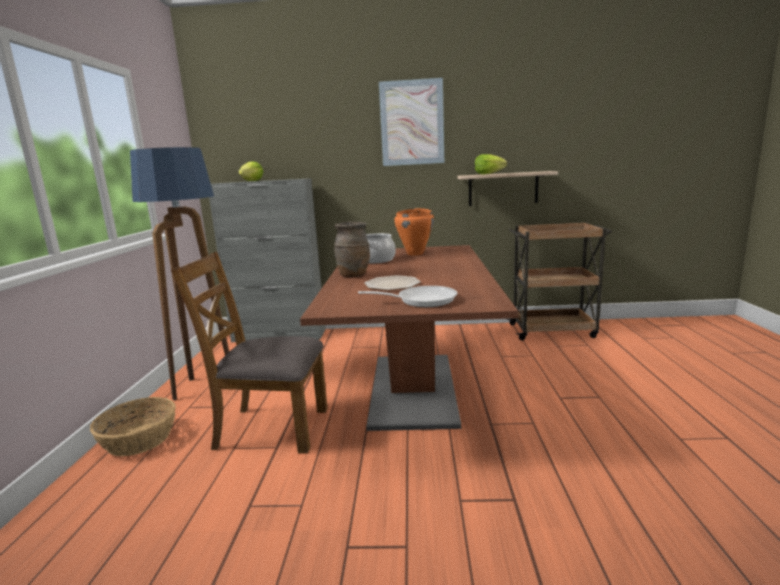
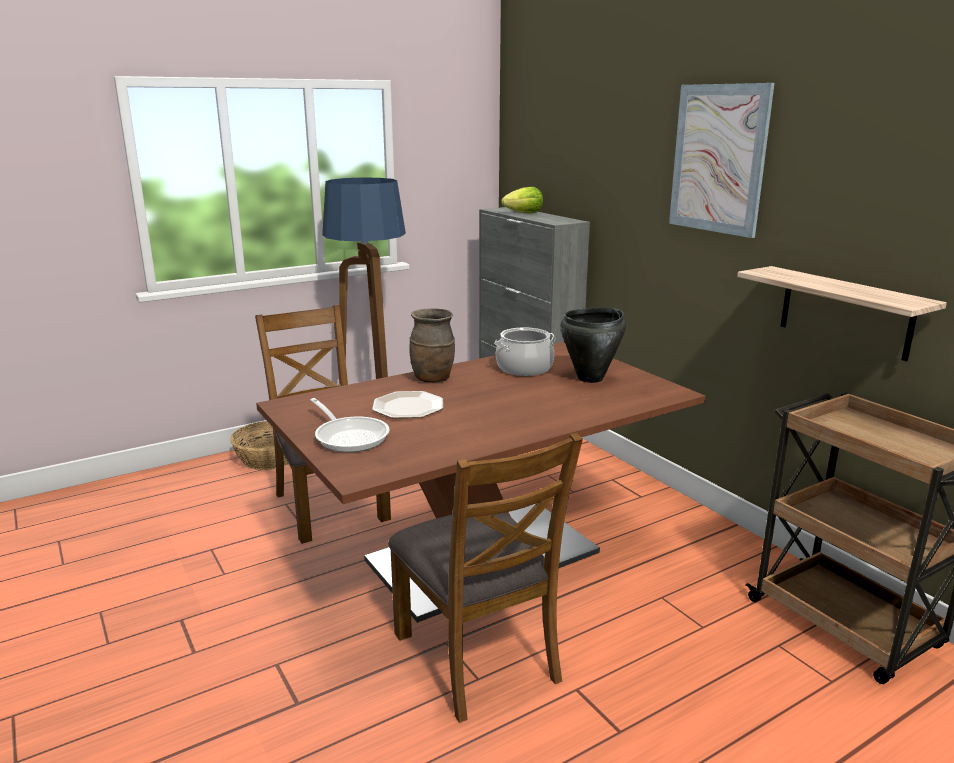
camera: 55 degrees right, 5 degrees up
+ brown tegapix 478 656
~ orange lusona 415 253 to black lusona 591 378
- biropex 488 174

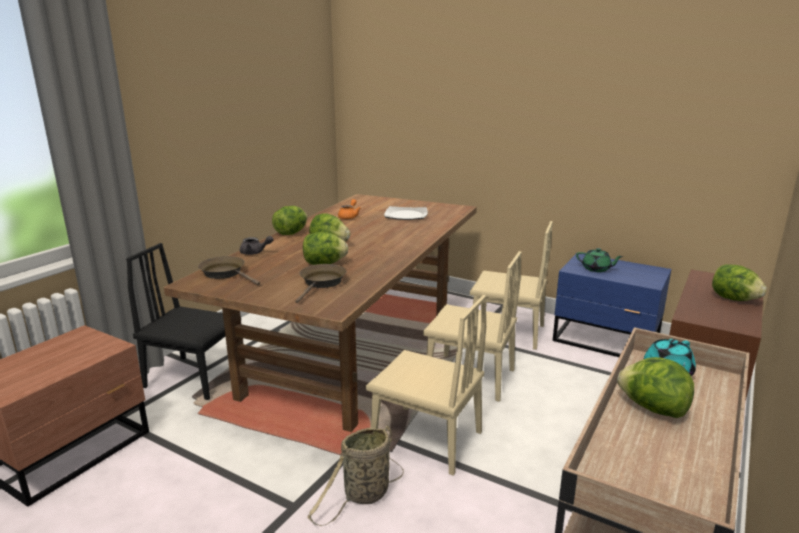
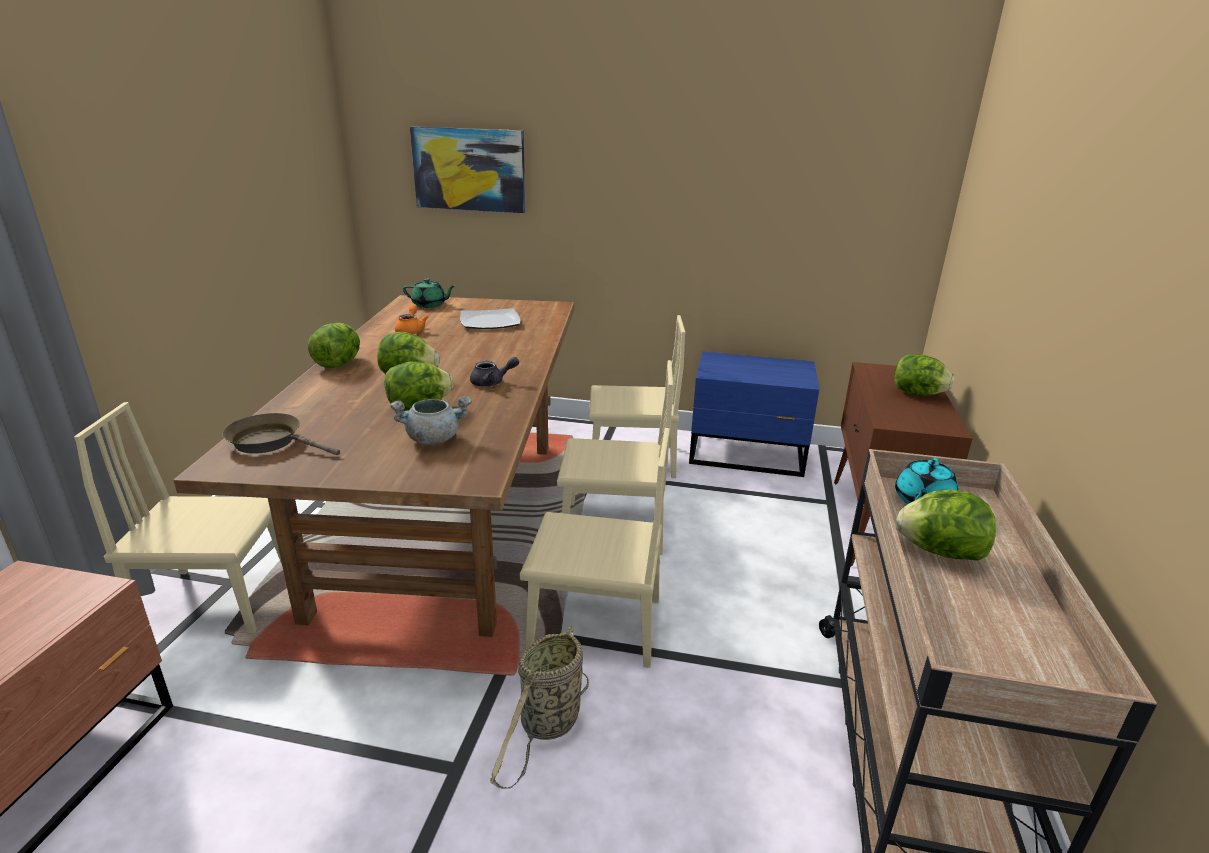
camera: 20 degrees left, 5 degrees up
~ black tegapix 195 377 to beige tegapix 216 601
~ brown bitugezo 321 283 to grey lusona 434 439
~ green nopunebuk 596 269 to 430 305
+ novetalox 469 169
~ grey nopunebuk 255 253 to 492 382

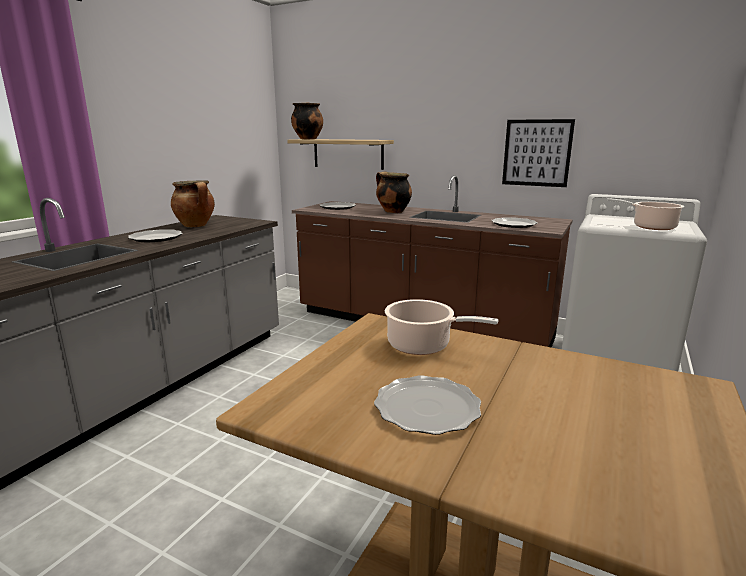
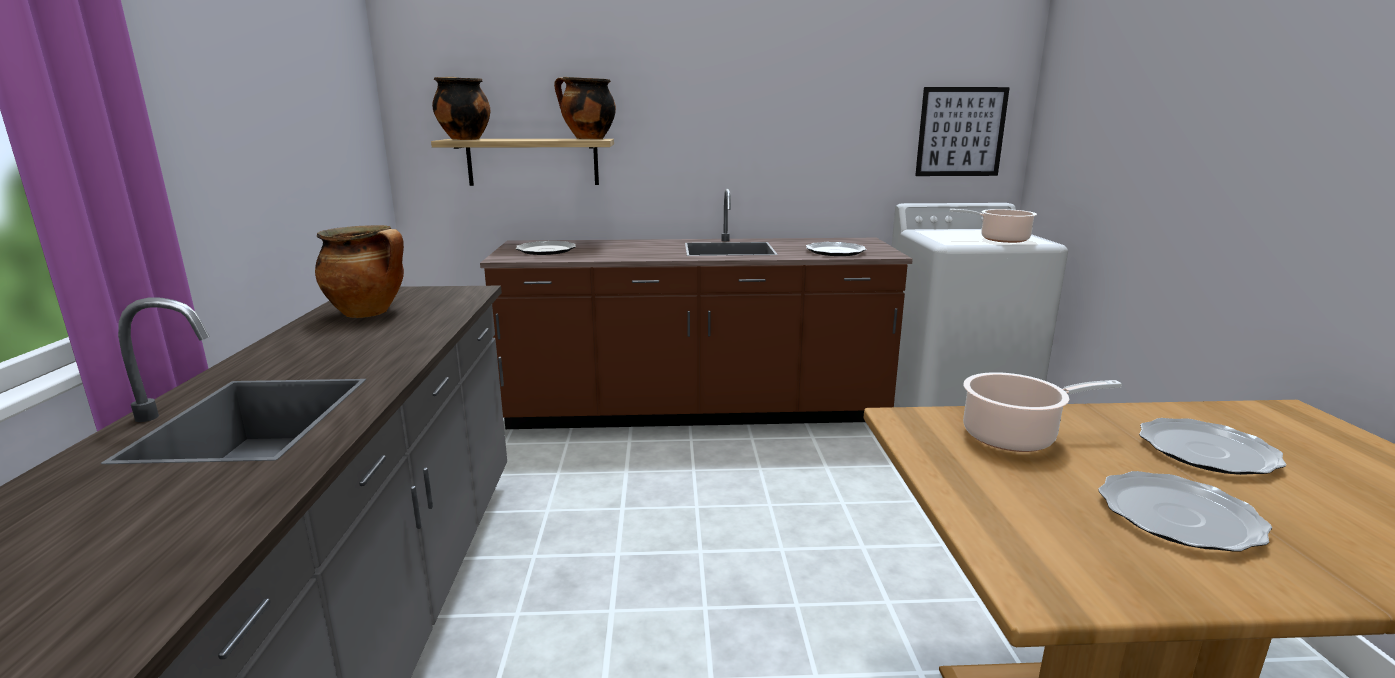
camera: 30 degrees left, 0 degrees up
~ lusona 392 211 to 587 139
~ novetalox 537 153 to 961 132
~ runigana 156 238 to 1207 451

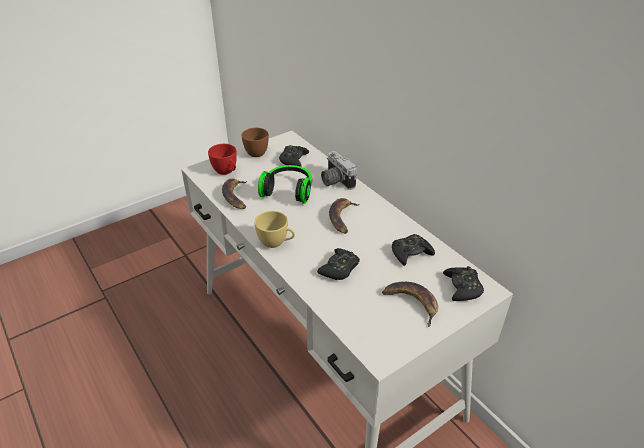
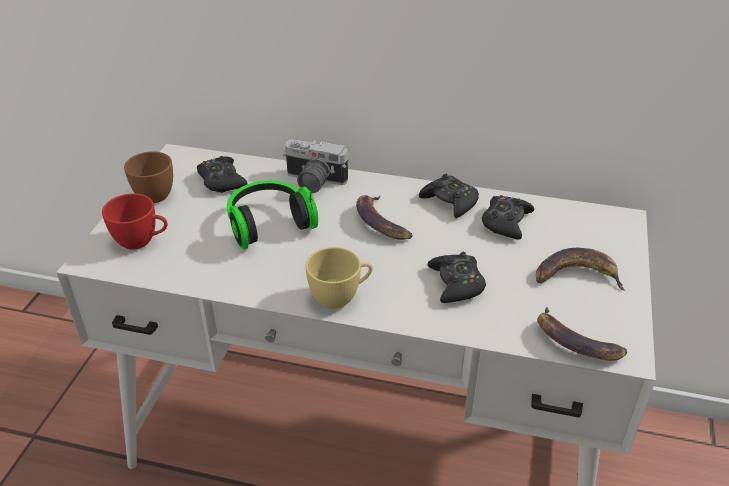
camera: 40 degrees left, 0 degrees up
~ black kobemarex 462 287 to 450 202
~ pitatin 235 196 to 574 342

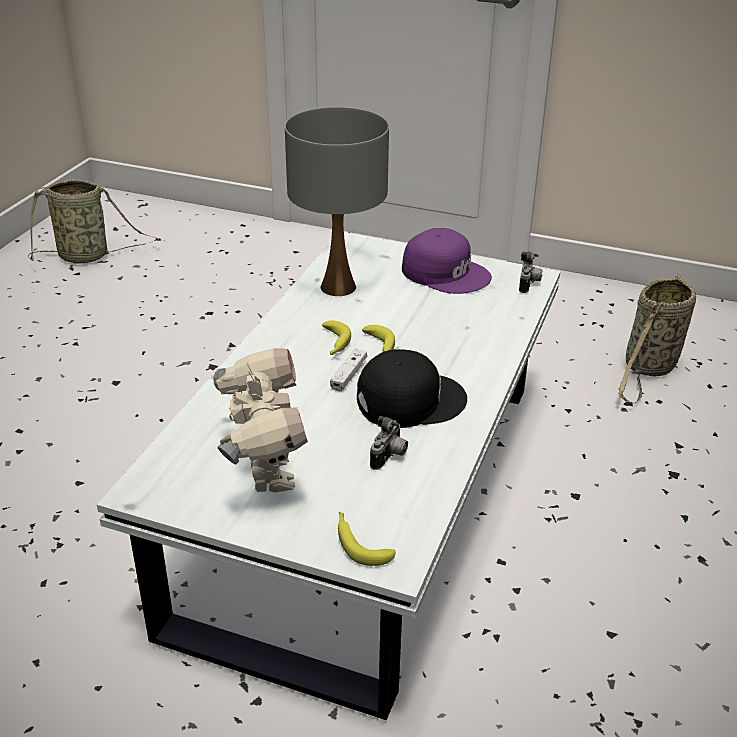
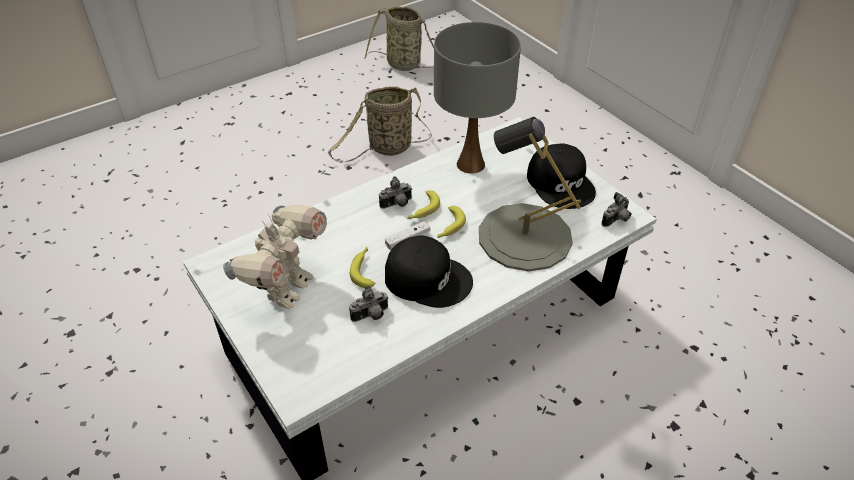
camera: 35 degrees right, 10 degrees up
~ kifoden 649 368 to 387 148
~ pitatin 359 543 to 364 270
+ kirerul 397 205
+ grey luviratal 524 237
~ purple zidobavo 446 272 to black zidobavo 561 183

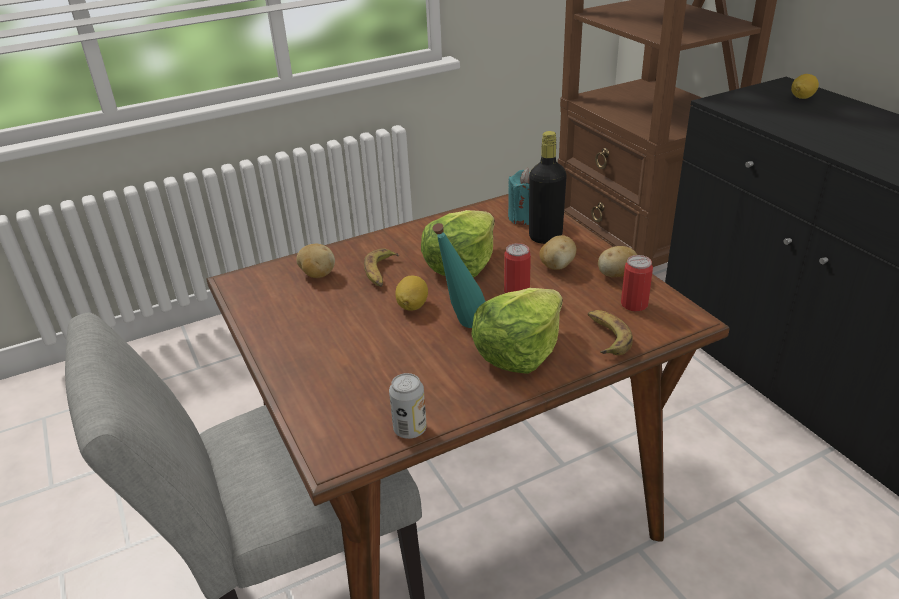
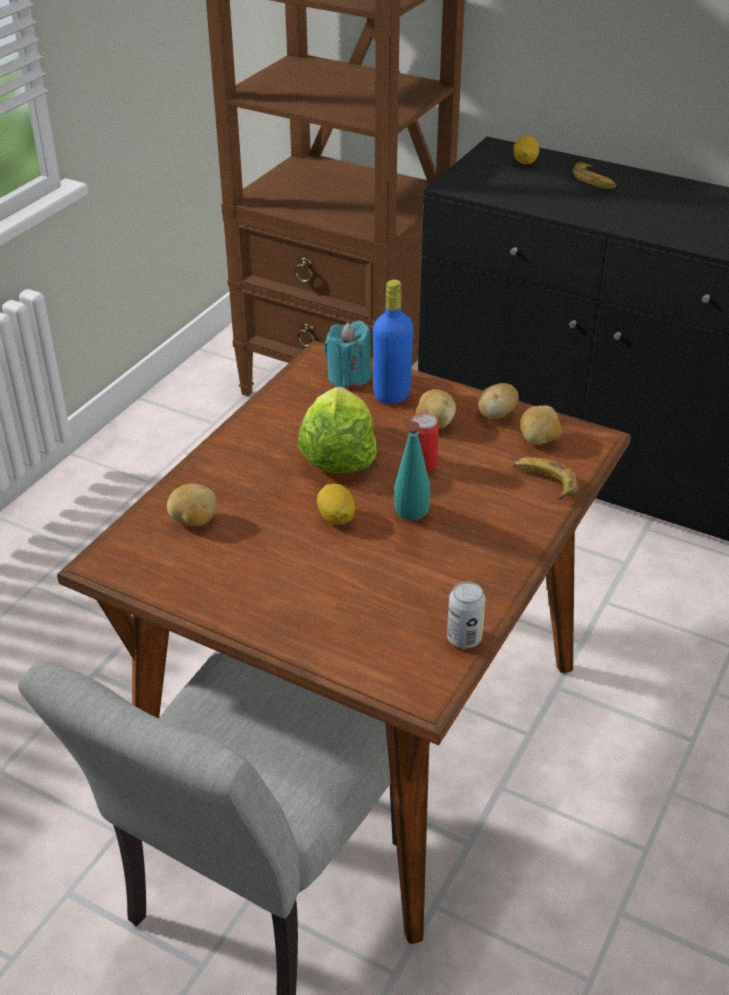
camera: 35 degrees left, 5 degrees up
~ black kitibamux 545 237 to blue kitibamux 391 395
~ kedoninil 634 304 to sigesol 539 440
~ pitatin 381 273 to 594 181
- biropex 518 351

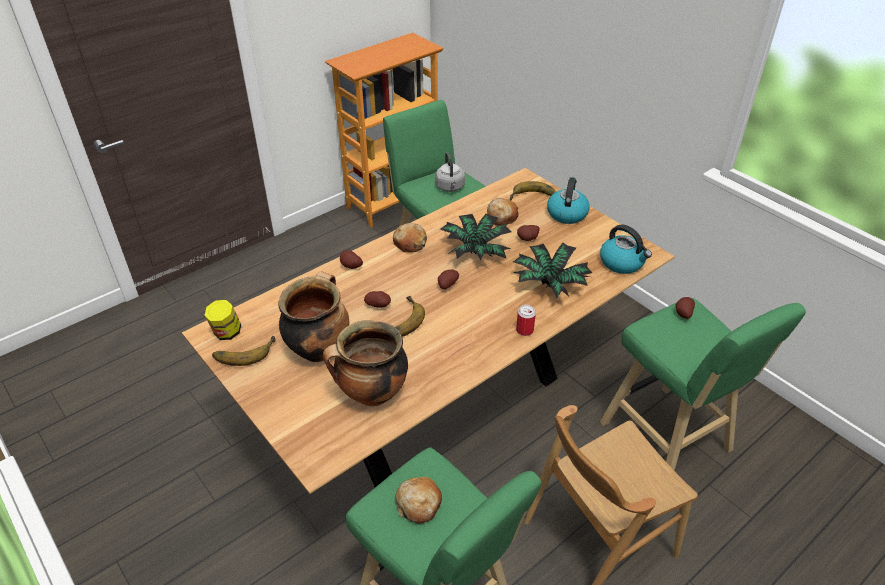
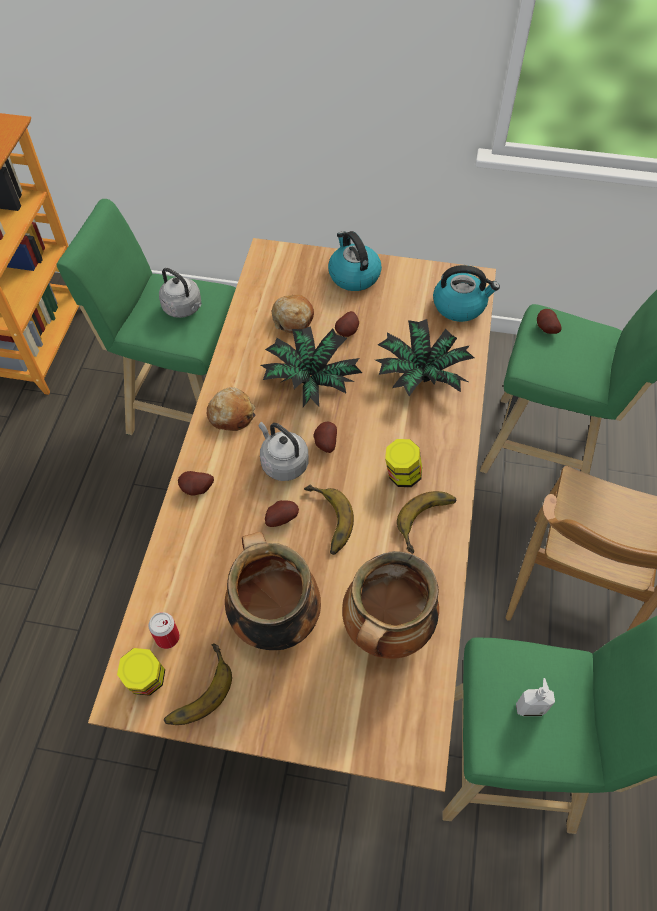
camera: 40 degrees left, 15 degrees up
~ kedoninil 524 330 to 167 637
+ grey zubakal 282 463
+ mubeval 402 475
~ pitatin 533 197 to 429 523
~ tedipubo 419 504 to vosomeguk 530 708

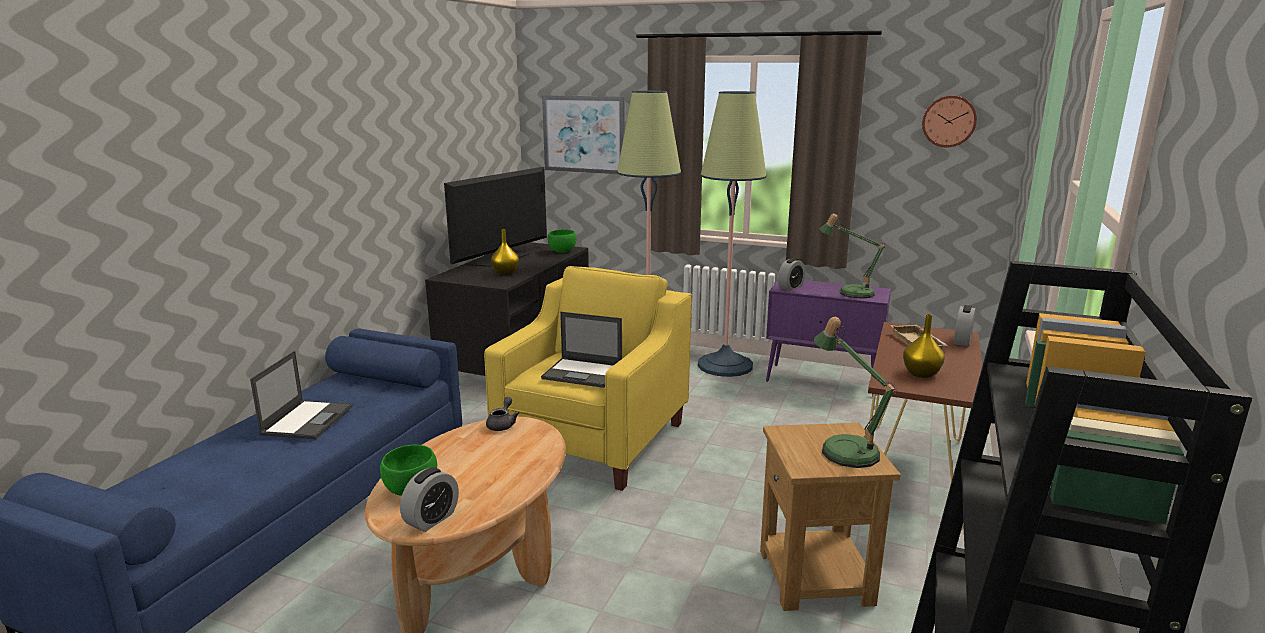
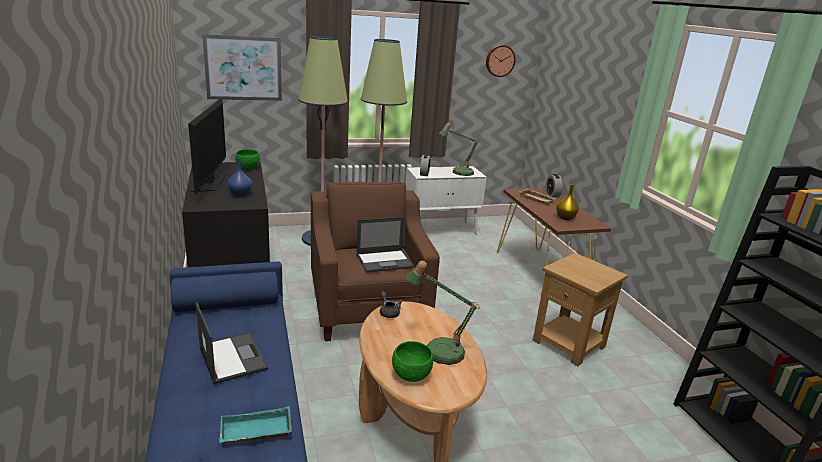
camera: 40 degrees left, 5 degrees up
+ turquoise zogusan 255 432
~ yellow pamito 506 273 to blue pamito 240 194
~ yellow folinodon 595 441 to brown folinodon 367 307
~ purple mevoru 823 380 to white mevoru 441 230
~ luviratal 845 448 to 438 349
- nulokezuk 432 519

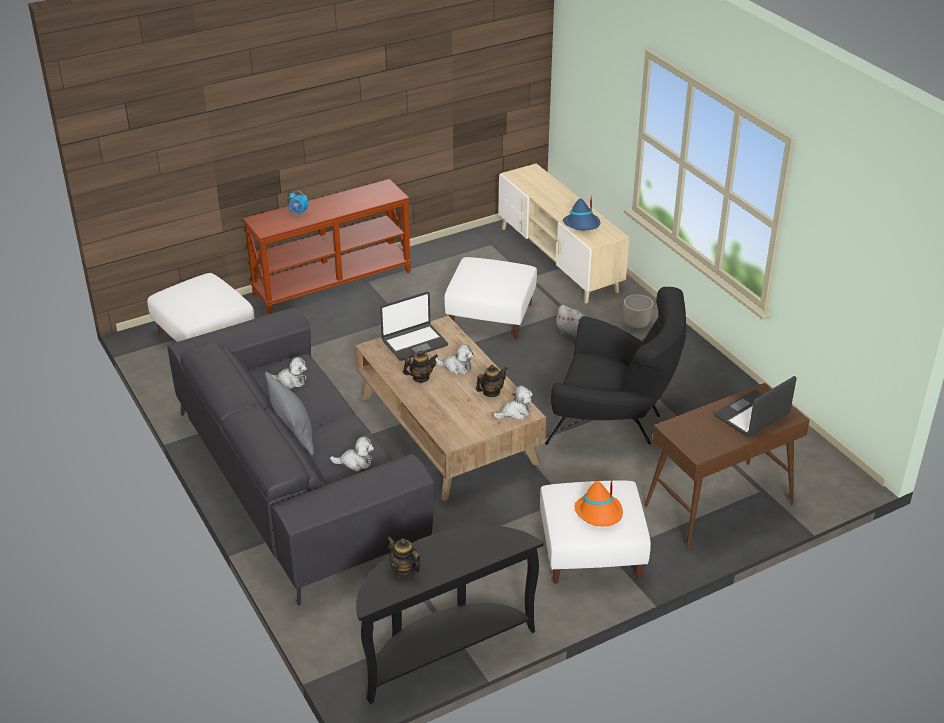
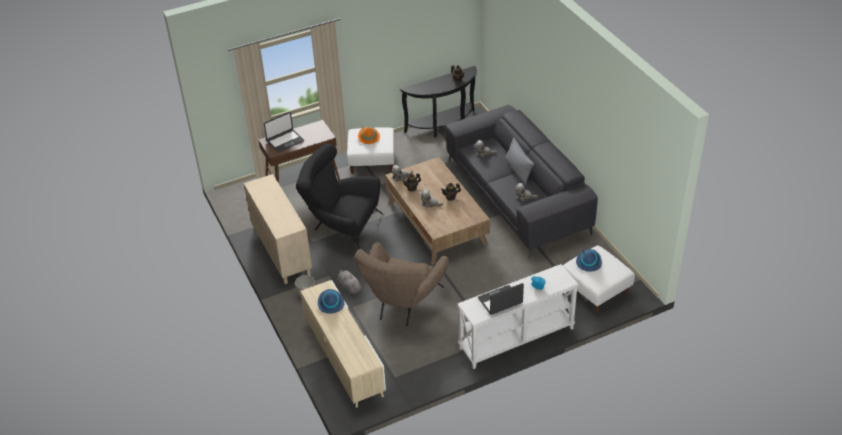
camera: 175 degrees left, 5 degrees up
+ beige mevoru 281 251
~ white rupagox 491 316 to brown folinodon 403 304
~ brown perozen 332 282 to white perozen 516 339
~ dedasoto 414 342 to 500 301
+ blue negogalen 588 262

